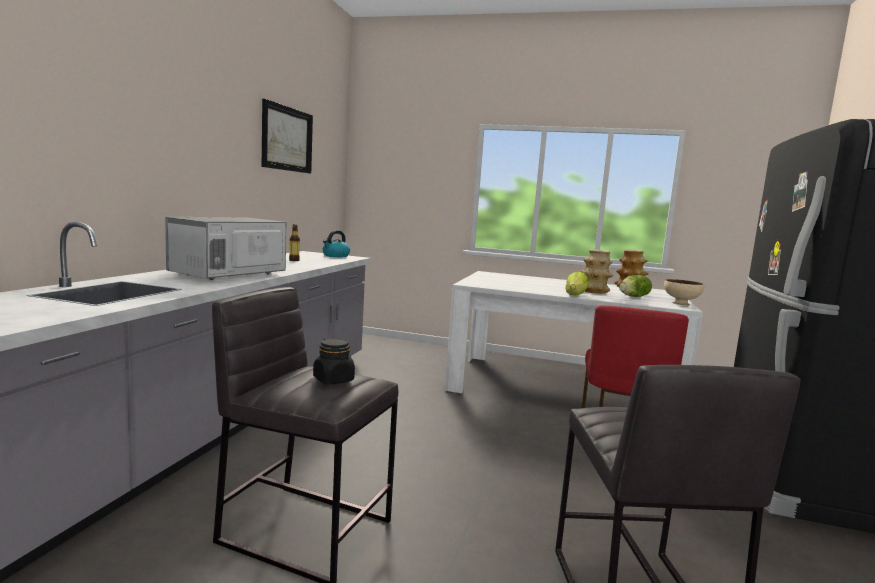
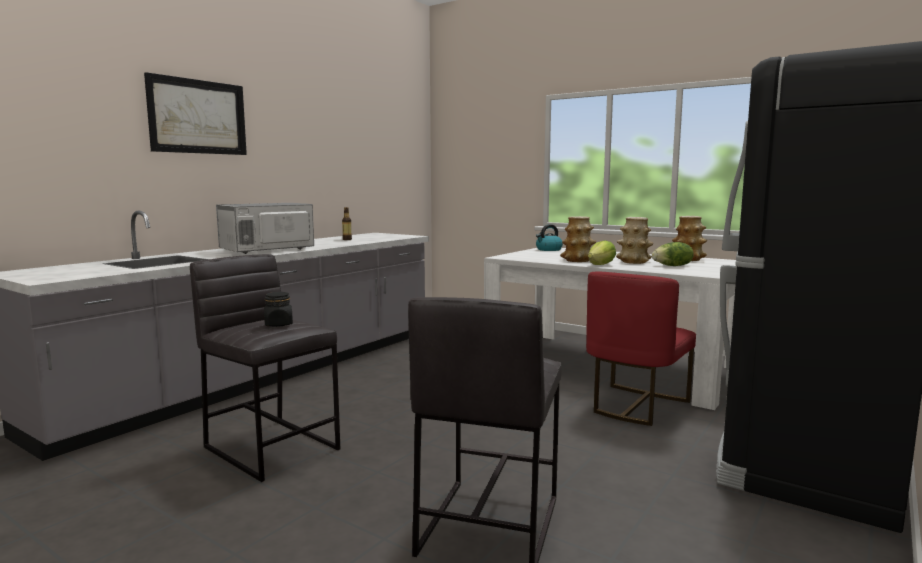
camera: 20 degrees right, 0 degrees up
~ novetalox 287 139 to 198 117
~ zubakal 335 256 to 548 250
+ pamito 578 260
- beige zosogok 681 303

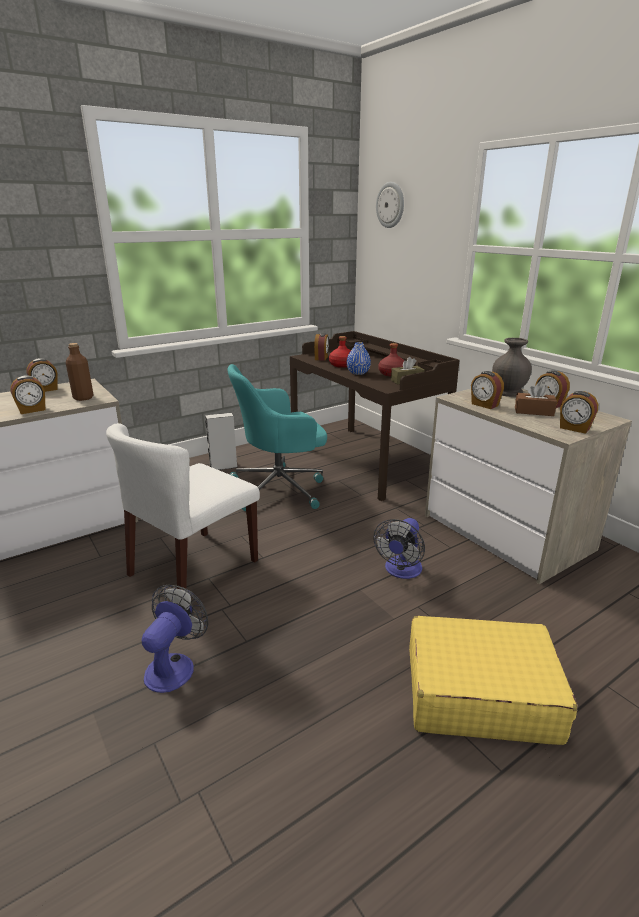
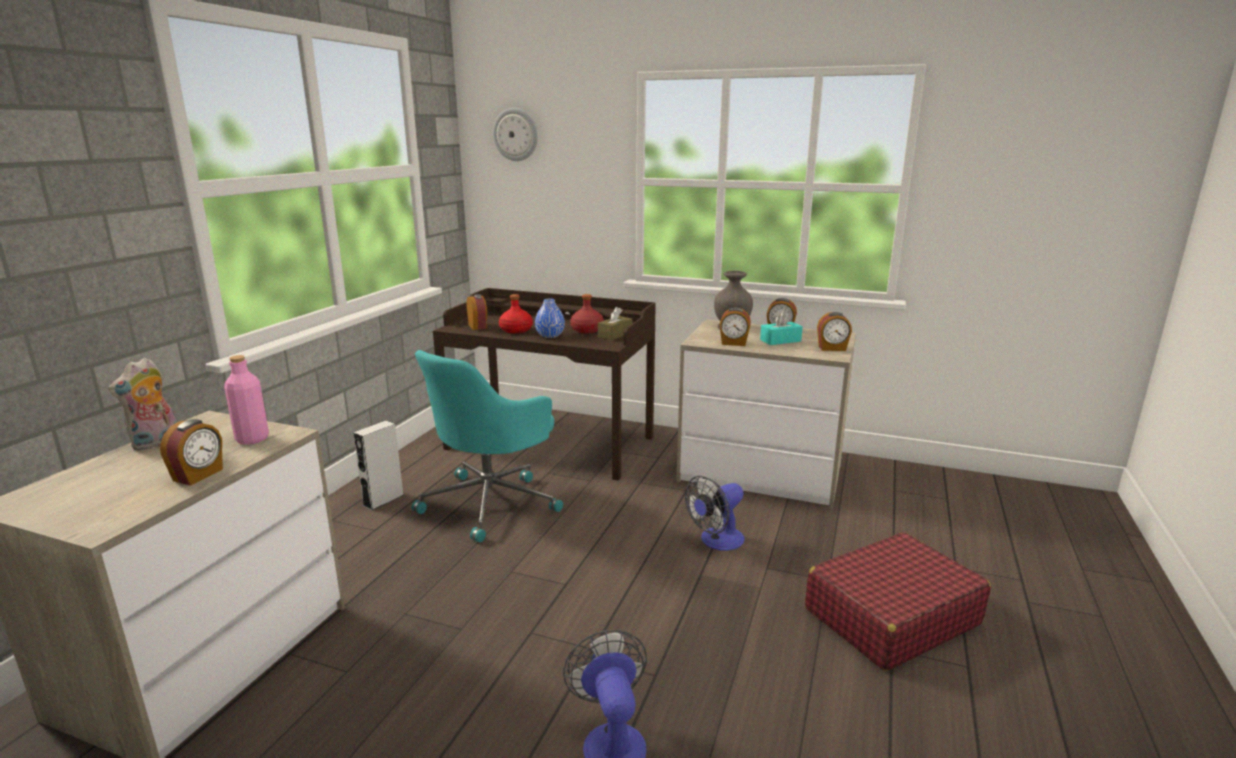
camera: 35 degrees left, 5 degrees down
~ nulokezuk 45 389 to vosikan 156 443
~ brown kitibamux 83 398 to pink kitibamux 252 439
~ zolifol 401 571 = 716 541 60 degrees clockwise
~ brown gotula 534 411 to turquoise gotula 780 340
~ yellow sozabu 479 693 to red sozabu 890 616
- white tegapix 193 568

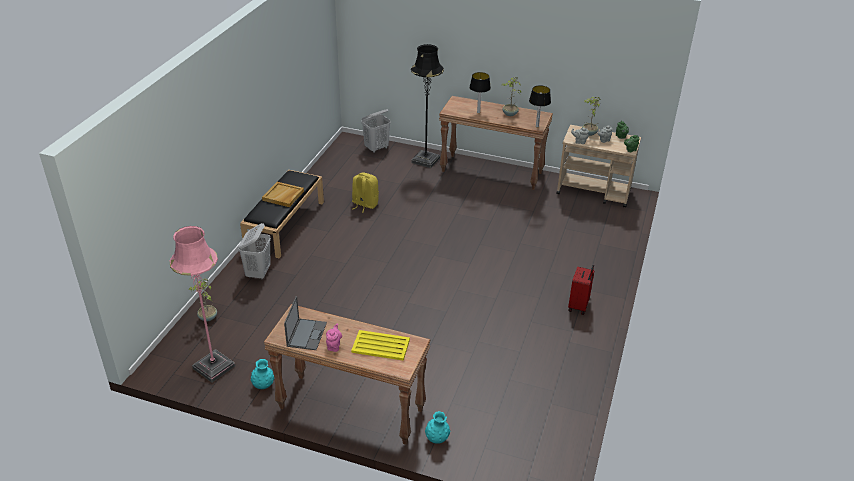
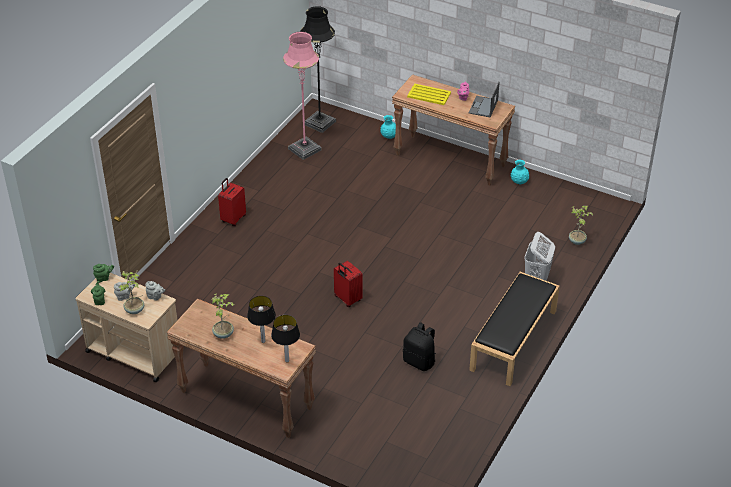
camera: 170 degrees left, 5 degrees up
~ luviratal 537 126 to 286 360
~ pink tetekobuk 214 367 to 304 149
~ black tetekobuk 425 160 to 319 123
+ red sozabu 347 299
~ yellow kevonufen 364 204 to black kevonufen 419 361
- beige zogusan 283 196
- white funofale 376 148

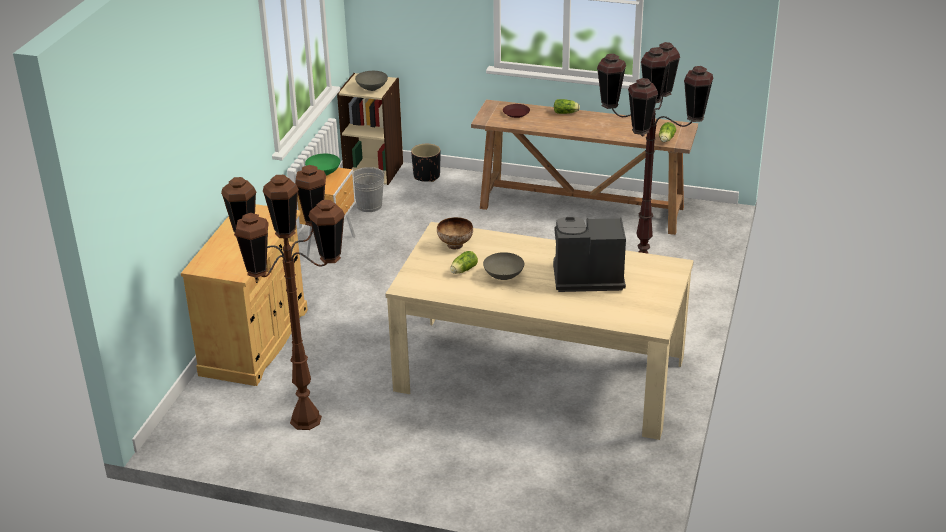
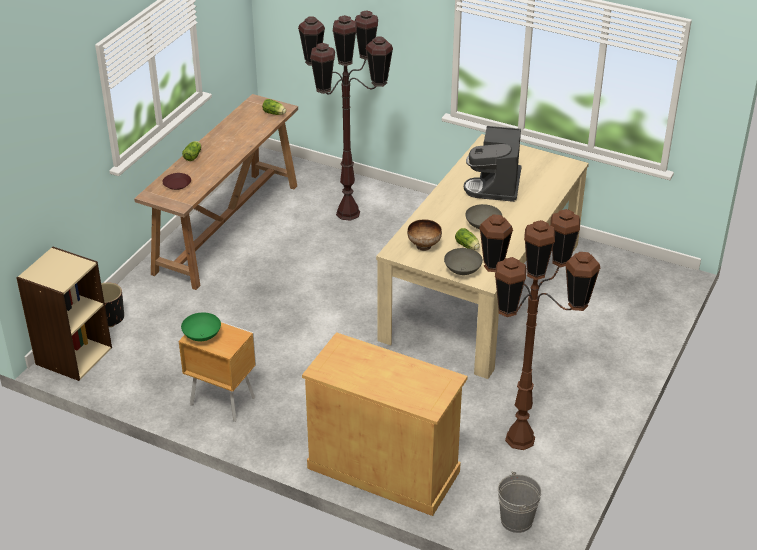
camera: 80 degrees left, 5 degrees up
~ grey zosogok 371 88 to 462 271
~ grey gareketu 369 205 to 516 520

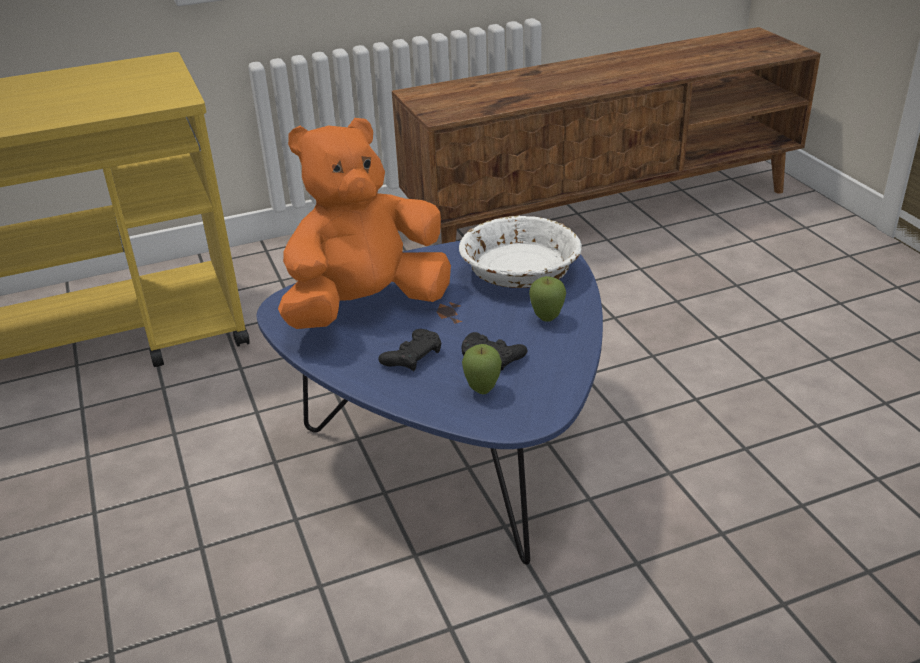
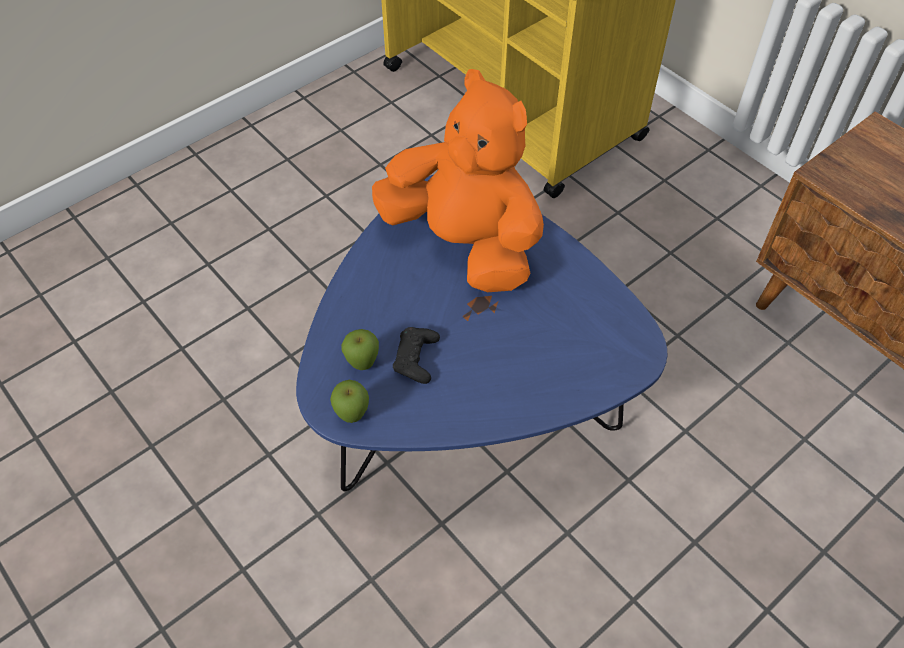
camera: 70 degrees right, 20 degrees up
~ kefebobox 547 319 to 352 416
- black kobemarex 412 356
- white zosogok 520 271

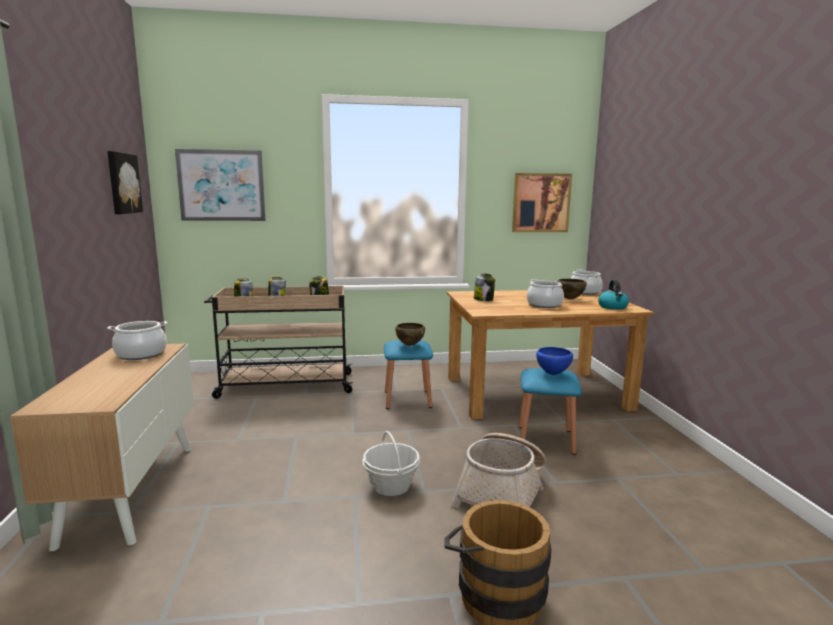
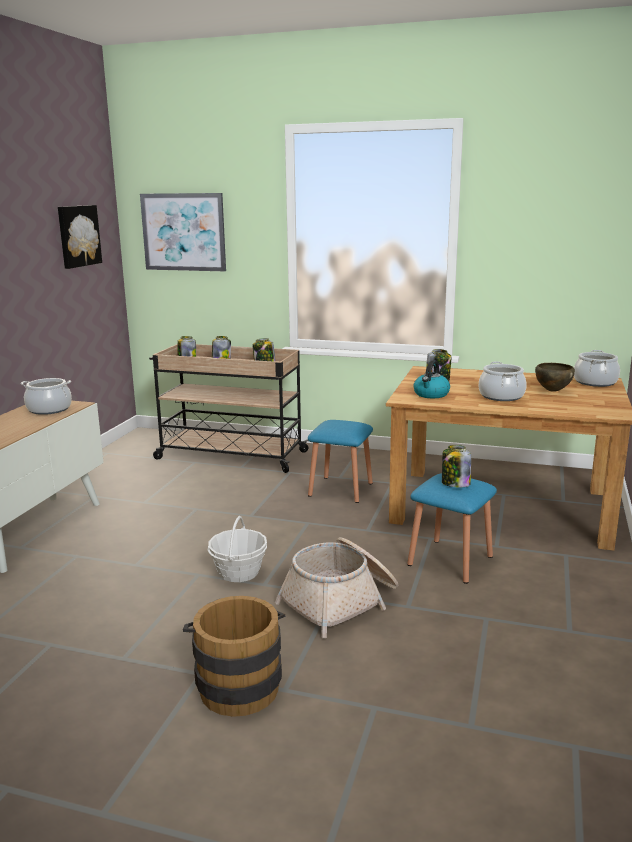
camera: 25 degrees right, 5 degrees up
~ zubakal 613 307 to 431 394
~ blue zosogok 552 374 to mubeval 455 484
- brown zosogok 409 345
- novetalox 541 203

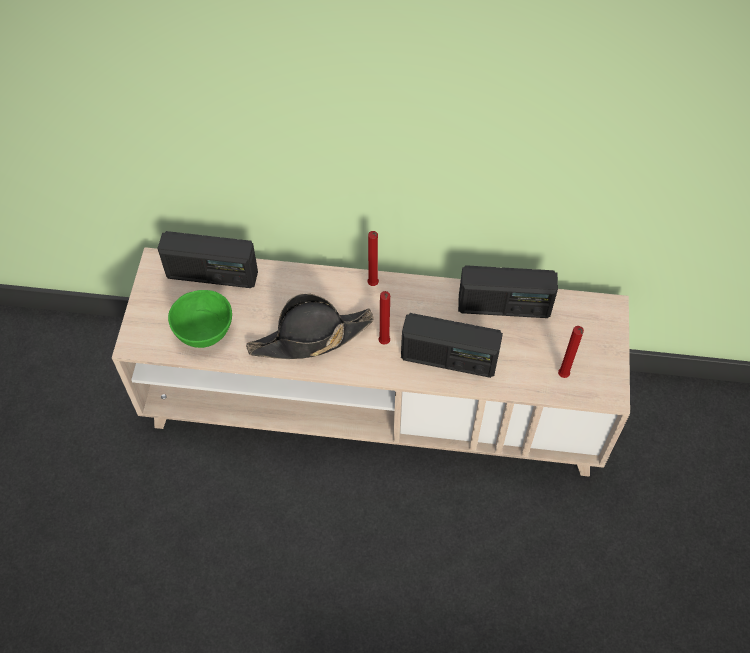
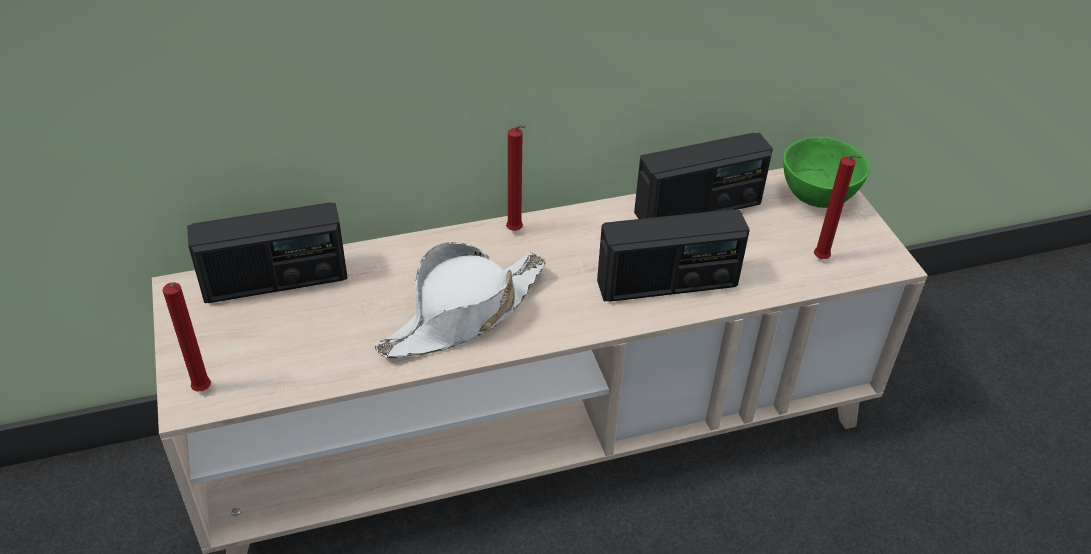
camera: 25 degrees left, 15 degrees down
~ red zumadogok 384 343 to 203 392
~ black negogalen 310 338 to white negogalen 463 315
~ green zosogok 204 333 to 815 197

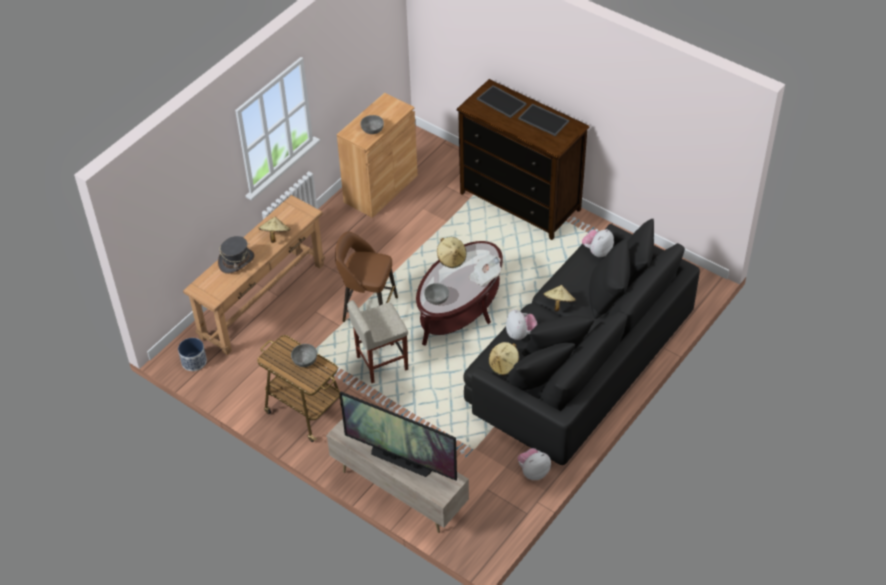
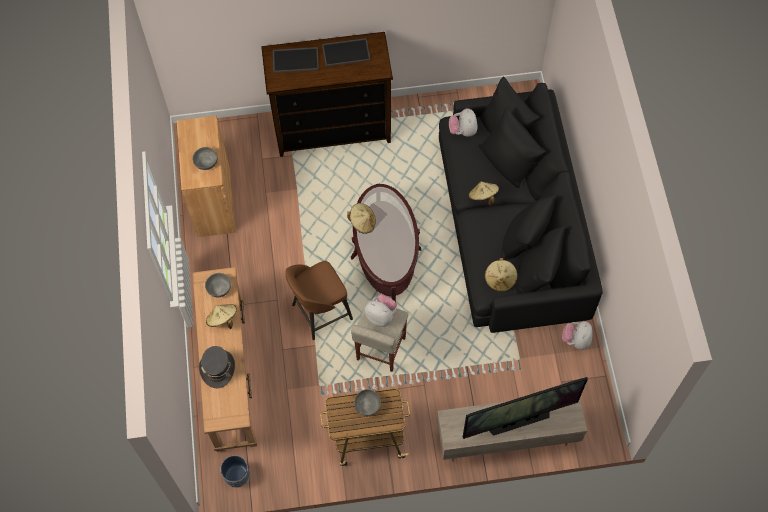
camera: 45 degrees left, 15 degrees up
~ grey zosogok 436 298 to 219 288
~ vosikan 520 334 to 381 316
- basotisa 484 276

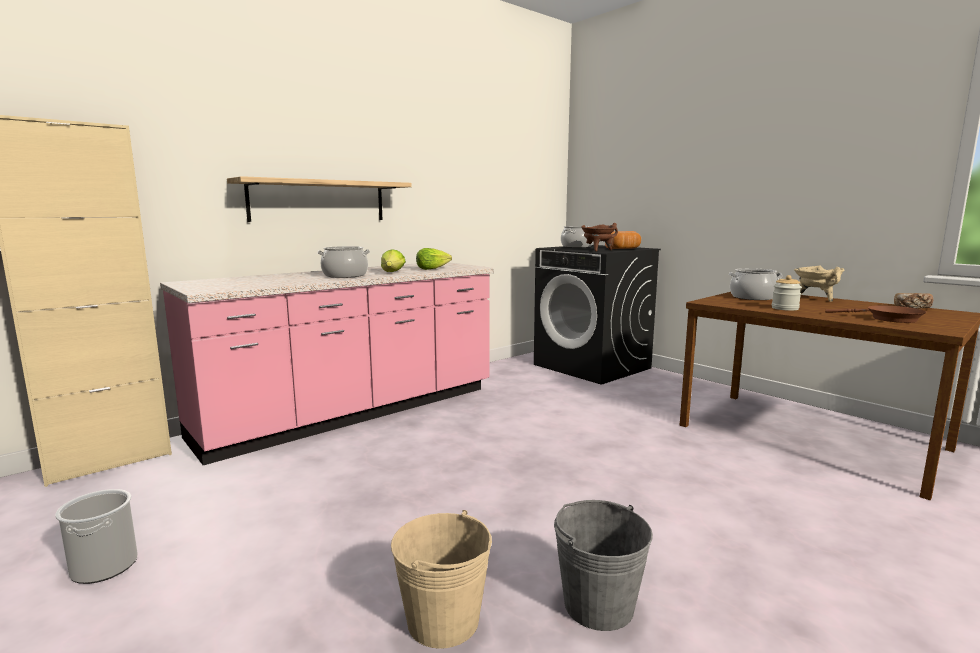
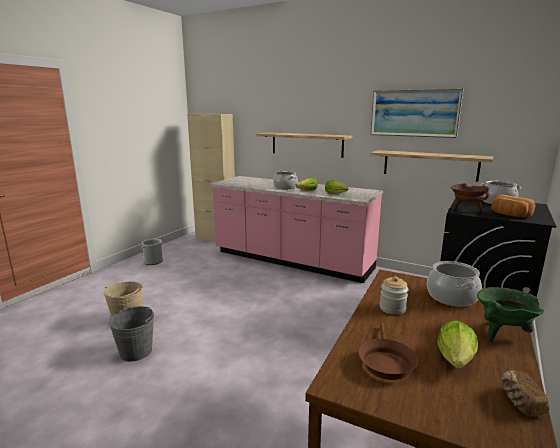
camera: 70 degrees right, 5 degrees up
+ novetalox 414 113
+ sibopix 430 165
+ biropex 456 359
~ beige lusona 816 298 to green lusona 502 333

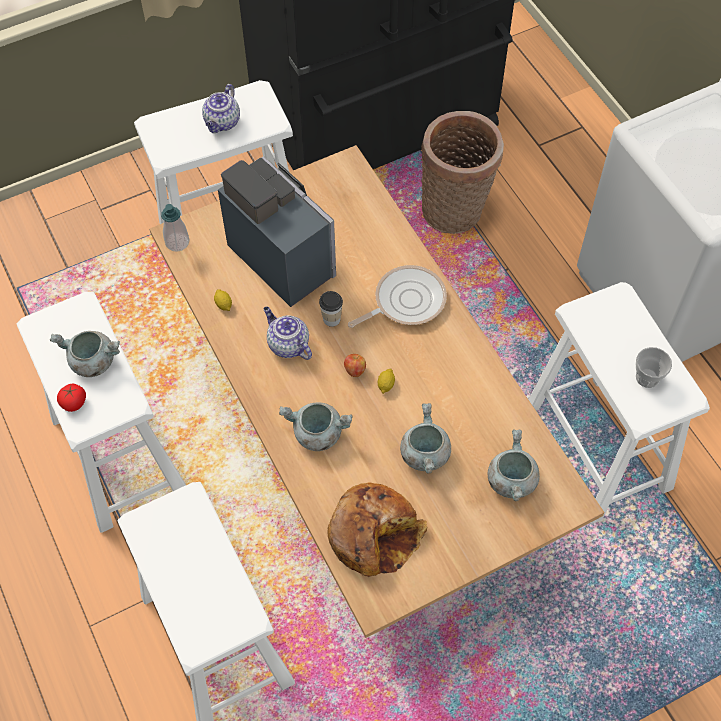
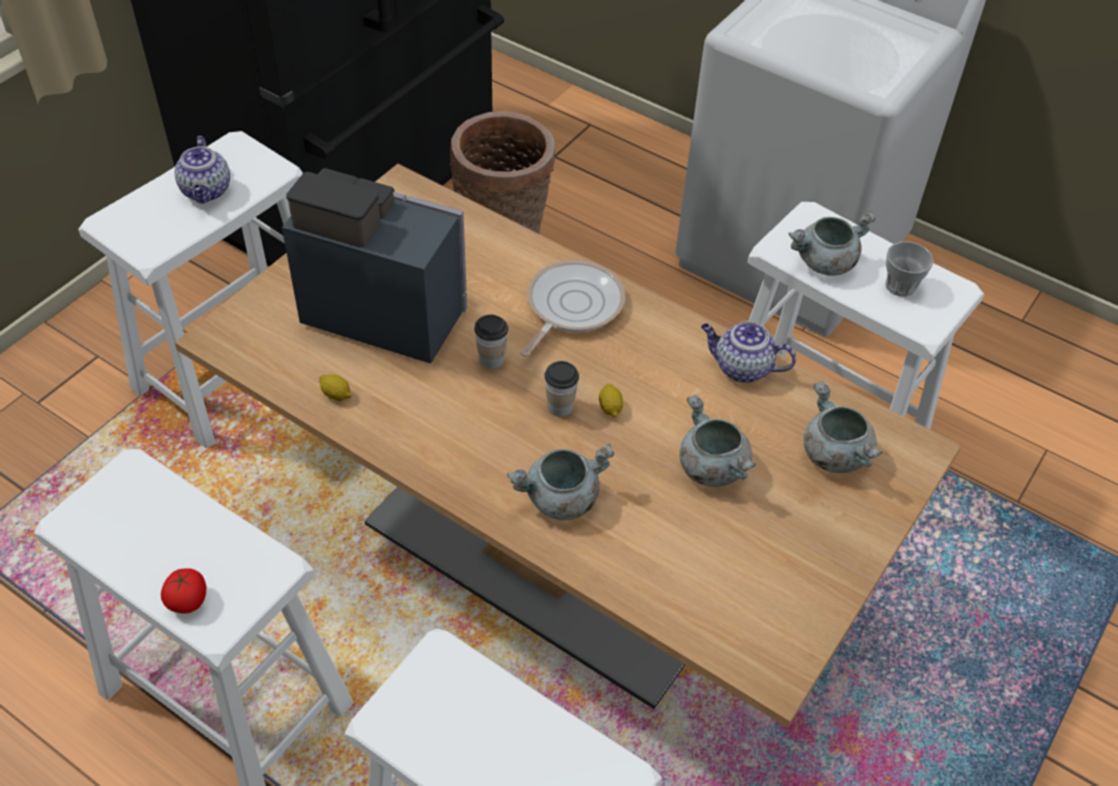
camera: 30 degrees left, 10 degrees down
~ kefebobox 355 370 to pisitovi 560 406
~ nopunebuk 287 344 to 741 368
~ grey lusona 92 362 to 824 263
- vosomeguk 177 242
- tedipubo 374 534

